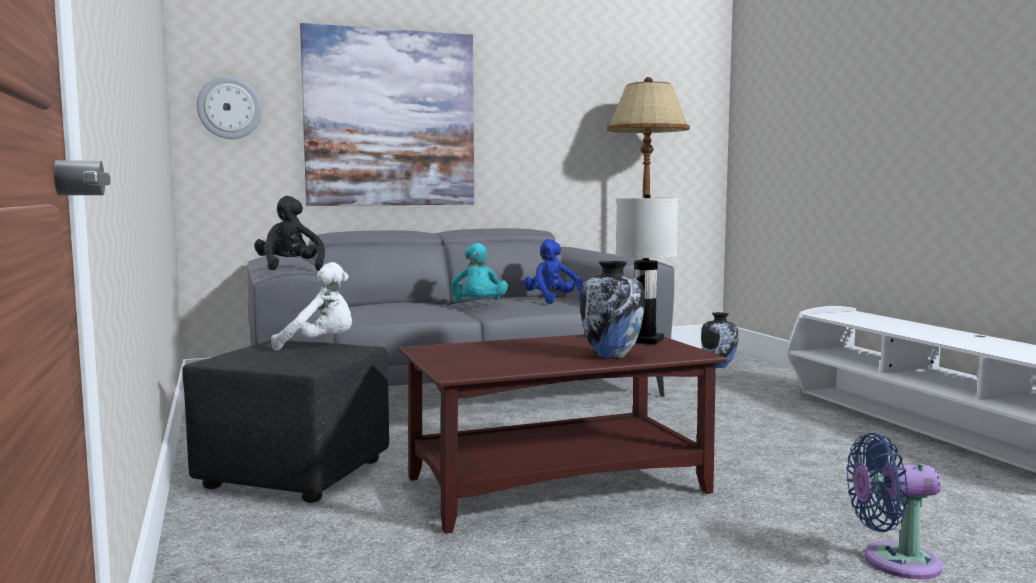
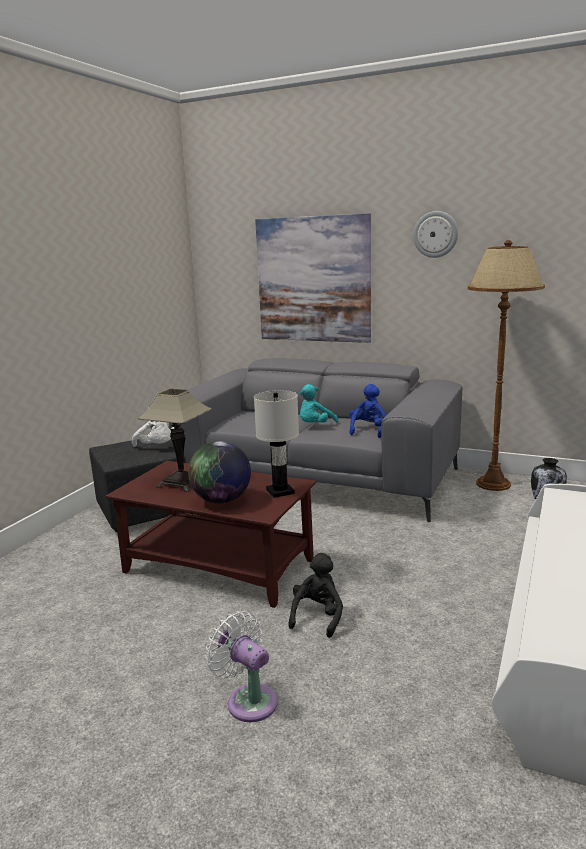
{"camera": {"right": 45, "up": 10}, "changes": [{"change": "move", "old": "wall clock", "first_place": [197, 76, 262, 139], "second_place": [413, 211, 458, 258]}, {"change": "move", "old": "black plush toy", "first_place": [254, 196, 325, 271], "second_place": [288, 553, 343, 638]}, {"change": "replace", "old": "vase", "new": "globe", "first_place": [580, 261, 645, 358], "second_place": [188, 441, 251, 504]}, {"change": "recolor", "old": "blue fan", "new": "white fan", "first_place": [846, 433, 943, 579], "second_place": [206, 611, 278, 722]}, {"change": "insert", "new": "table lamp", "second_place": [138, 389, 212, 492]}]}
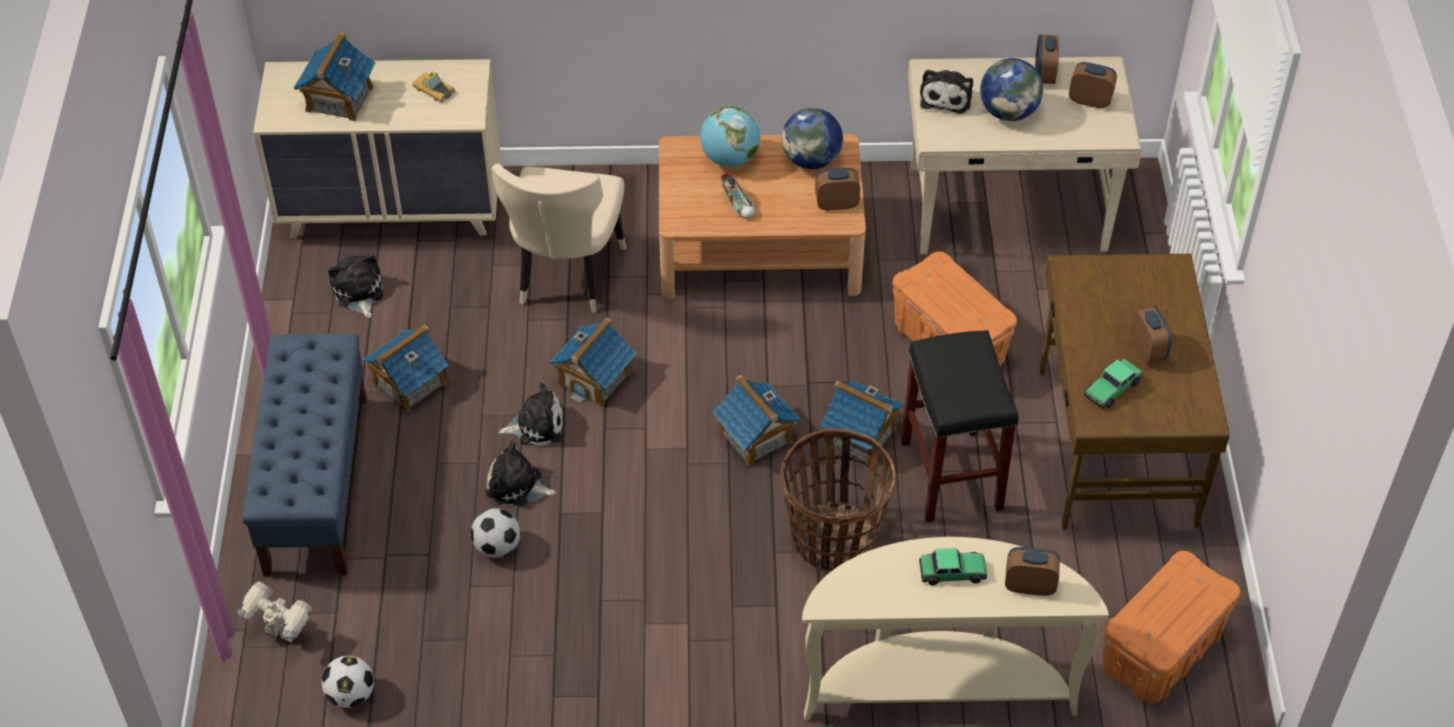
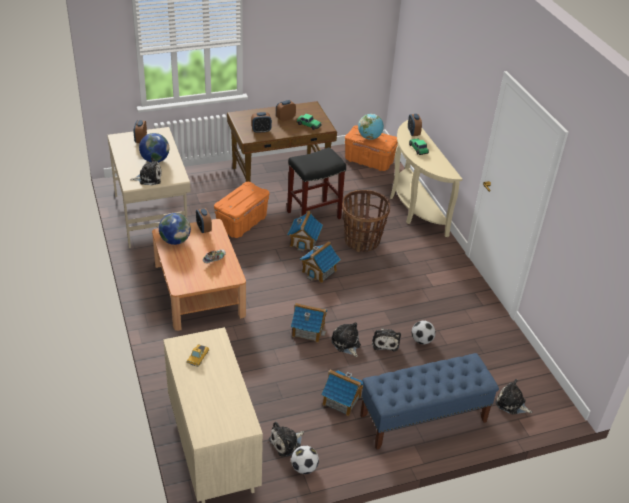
{"camera": {"right": -110, "up": -10}, "changes": [{"change": "delete", "old": "toy house", "first_place": [293, 33, 376, 121]}, {"change": "move", "old": "alarm clock", "first_place": [1035, 35, 1059, 84], "second_place": [251, 112, 272, 133]}, {"change": "move", "old": "globe", "first_place": [700, 106, 760, 167], "second_place": [358, 114, 384, 140]}, {"change": "delete", "old": "beige chair", "first_place": [492, 164, 626, 313]}, {"change": "replace", "old": "toy robot", "new": "plush toy", "first_place": [238, 581, 312, 643], "second_place": [495, 379, 532, 415]}, {"change": "move", "old": "football", "first_place": [322, 656, 374, 708], "second_place": [291, 446, 319, 474]}]}
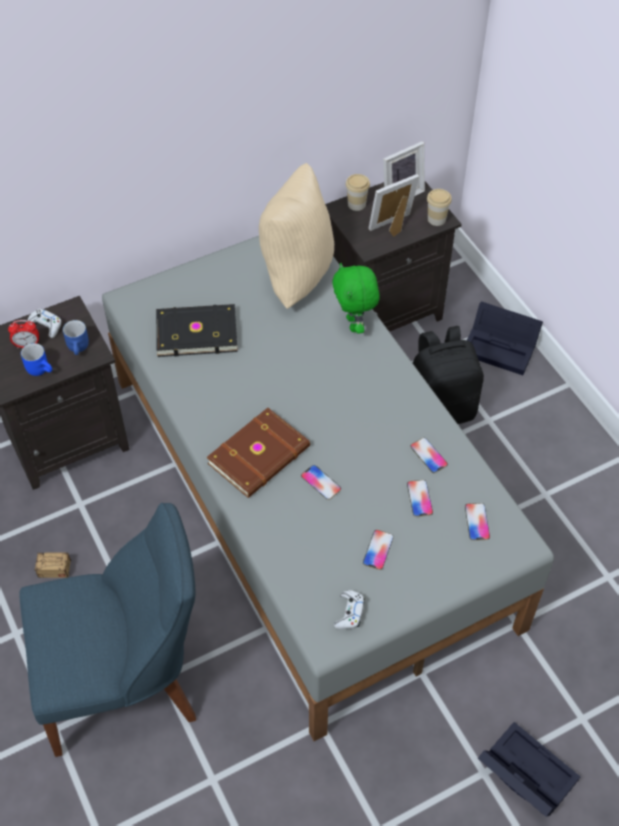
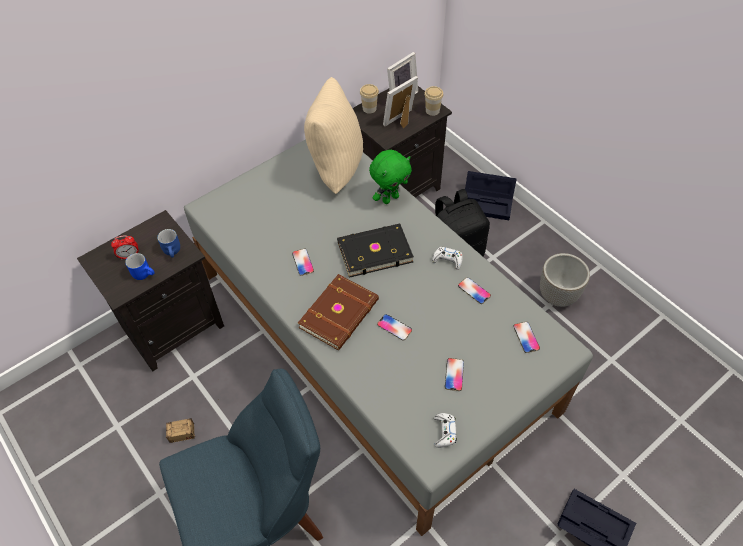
{"camera": {"right": -10, "up": 0}, "changes": [{"change": "rotate", "old": "green plush toy", "first_place": [332, 263, 380, 334], "second_place": [369, 150, 412, 204], "degrees": -105}, {"change": "move", "old": "black book", "first_place": [156, 304, 238, 357], "second_place": [337, 224, 414, 278]}, {"change": "move", "old": "white game controller", "first_place": [27, 309, 62, 338], "second_place": [432, 247, 463, 270]}, {"change": "move", "old": "phone", "first_place": [407, 480, 433, 517], "second_place": [292, 249, 314, 276]}, {"change": "insert", "new": "planter", "second_place": [540, 253, 590, 307]}]}
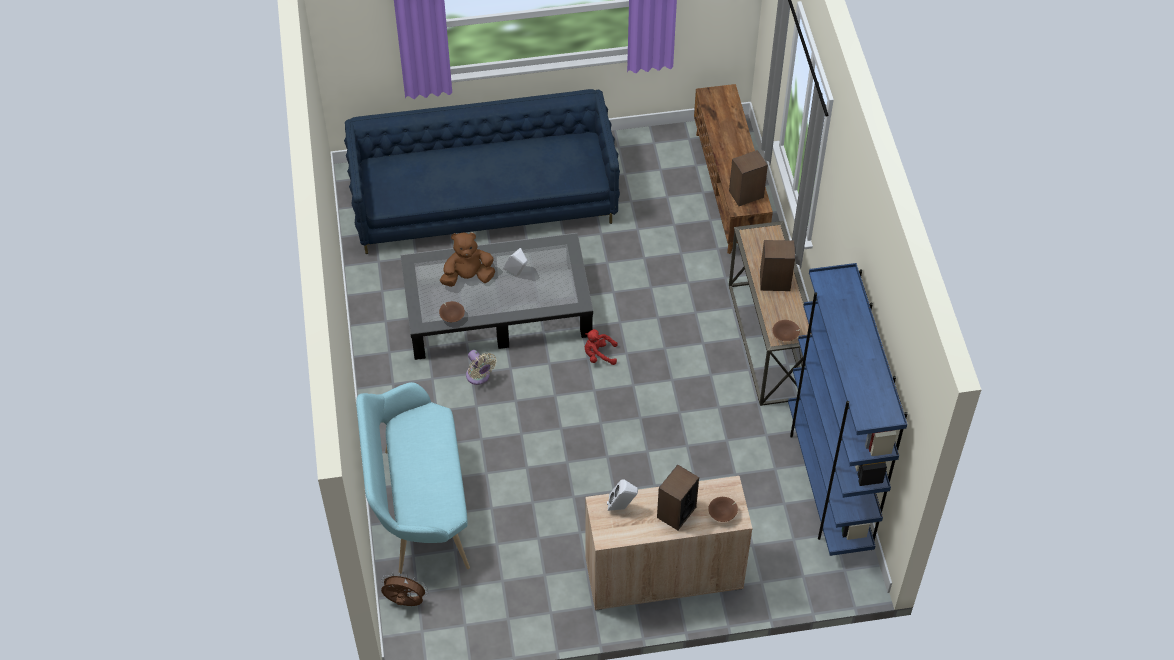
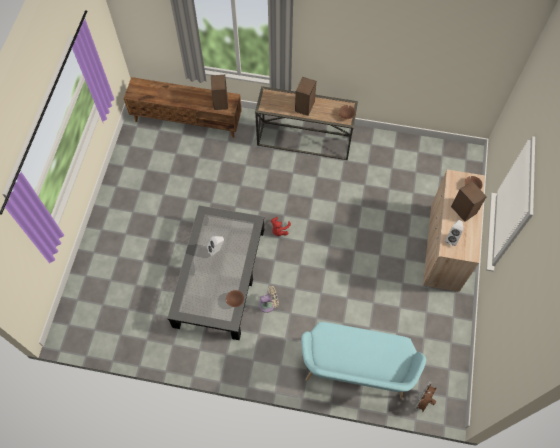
{"camera": {"right": -70, "up": 10}, "changes": [{"change": "delete", "old": "blue sofa", "first_place": [344, 89, 620, 254]}, {"change": "delete", "old": "brown plush toy", "first_place": [440, 232, 495, 287]}, {"change": "delete", "old": "blue bookcase", "first_place": [788, 263, 908, 556]}]}
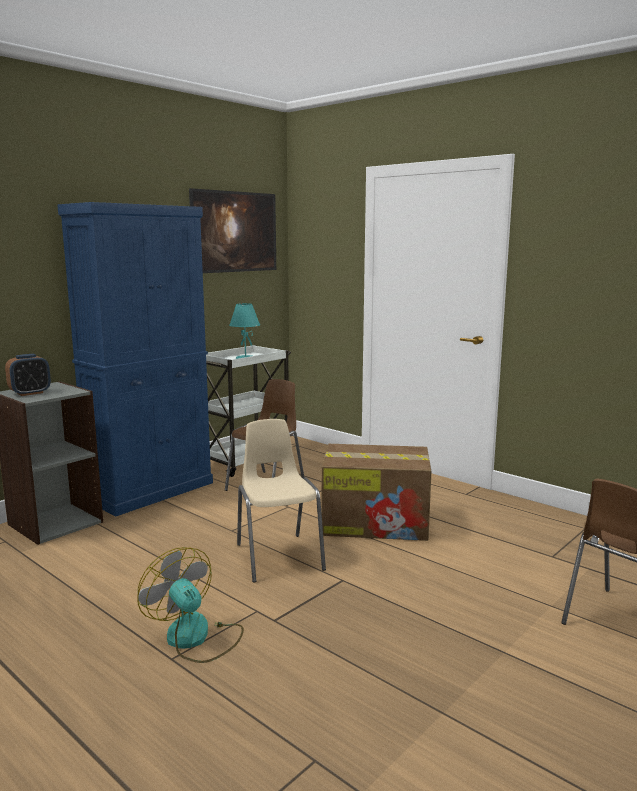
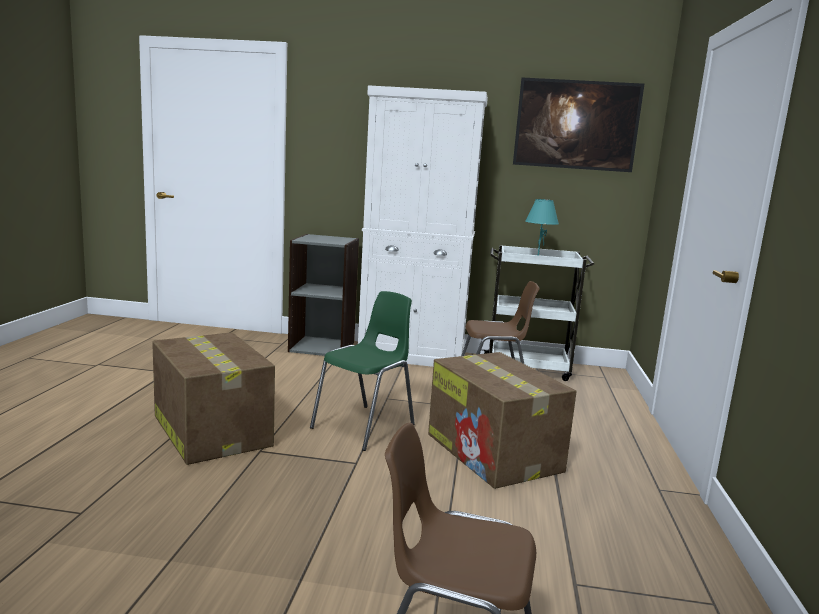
{"camera": {"right": 55, "up": 0}, "changes": [{"change": "recolor", "old": "blue cabinet", "new": "white cabinet", "first_place": [57, 202, 213, 516], "second_place": [358, 85, 488, 367]}, {"change": "delete", "old": "alarm clock", "first_place": [5, 354, 51, 396]}, {"change": "recolor", "old": "beige chair", "new": "green chair", "first_place": [237, 419, 326, 583], "second_place": [310, 291, 415, 451]}, {"change": "replace", "old": "fan", "new": "cardboard box", "first_place": [138, 547, 244, 663], "second_place": [152, 332, 275, 465]}]}
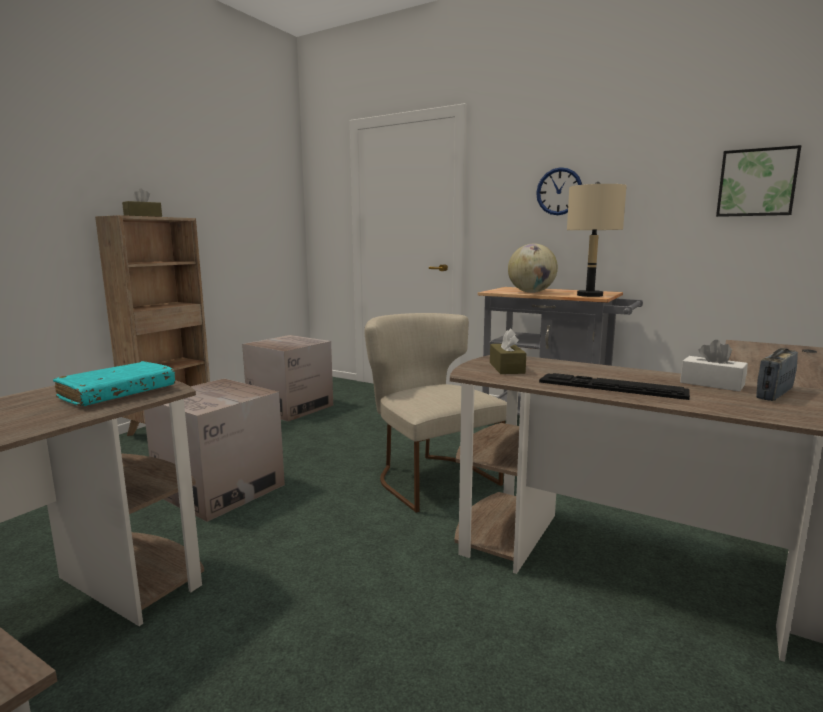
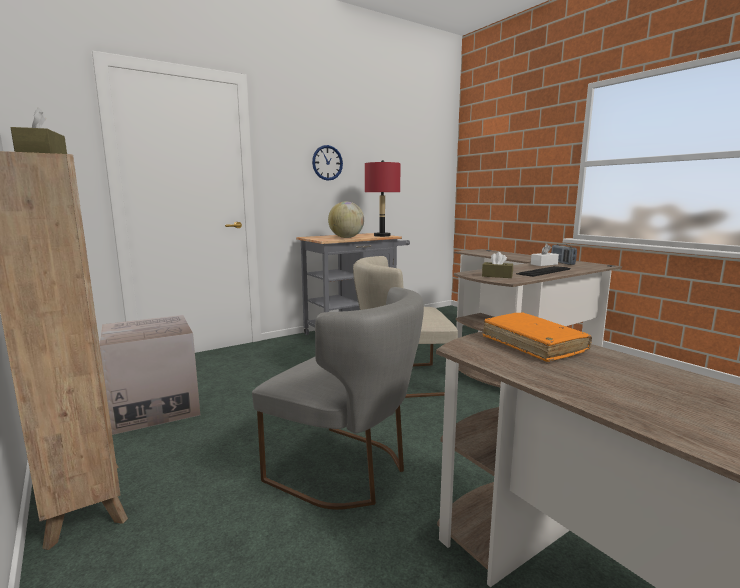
{"camera": {"right": -65, "up": 0}, "changes": [{"change": "delete", "old": "picture", "first_place": [716, 145, 801, 217]}, {"change": "recolor", "old": "beige table lamp", "new": "red table lamp", "first_place": [567, 182, 627, 297], "second_place": [365, 160, 401, 237]}, {"change": "recolor", "old": "turquoise book", "new": "orange book", "first_place": [53, 361, 175, 406], "second_place": [483, 312, 592, 362]}, {"change": "replace", "old": "cardboard box", "new": "grey chair", "first_place": [144, 379, 285, 522], "second_place": [252, 287, 424, 510]}]}
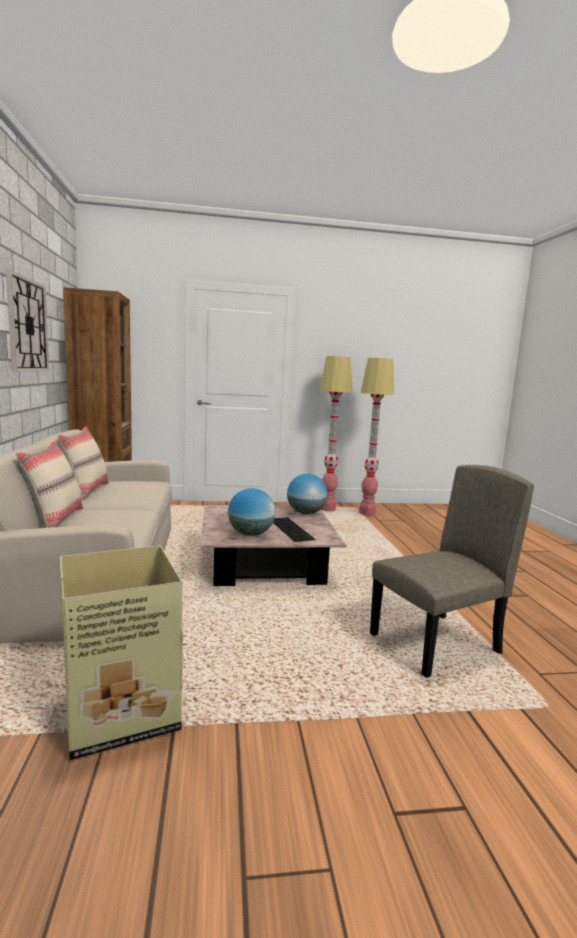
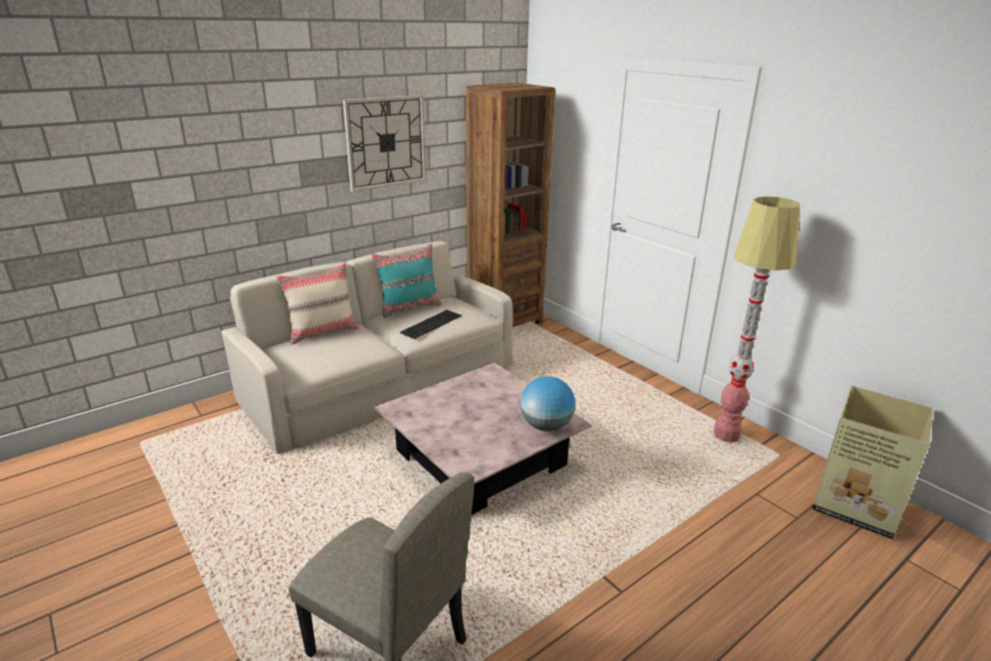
{"camera": {"right": 60, "up": 15}, "changes": [{"change": "delete", "old": "floor lamp", "first_place": [359, 358, 394, 516]}, {"change": "recolor", "old": "beige pillow", "new": "turquoise pillow", "first_place": [57, 427, 109, 499], "second_place": [372, 244, 442, 318]}, {"change": "delete", "old": "globe", "first_place": [228, 488, 275, 536]}, {"change": "move", "old": "keyboard", "first_place": [273, 517, 315, 542], "second_place": [400, 310, 462, 339]}, {"change": "move", "old": "cardboard box", "first_place": [60, 545, 183, 761], "second_place": [812, 385, 933, 539]}]}
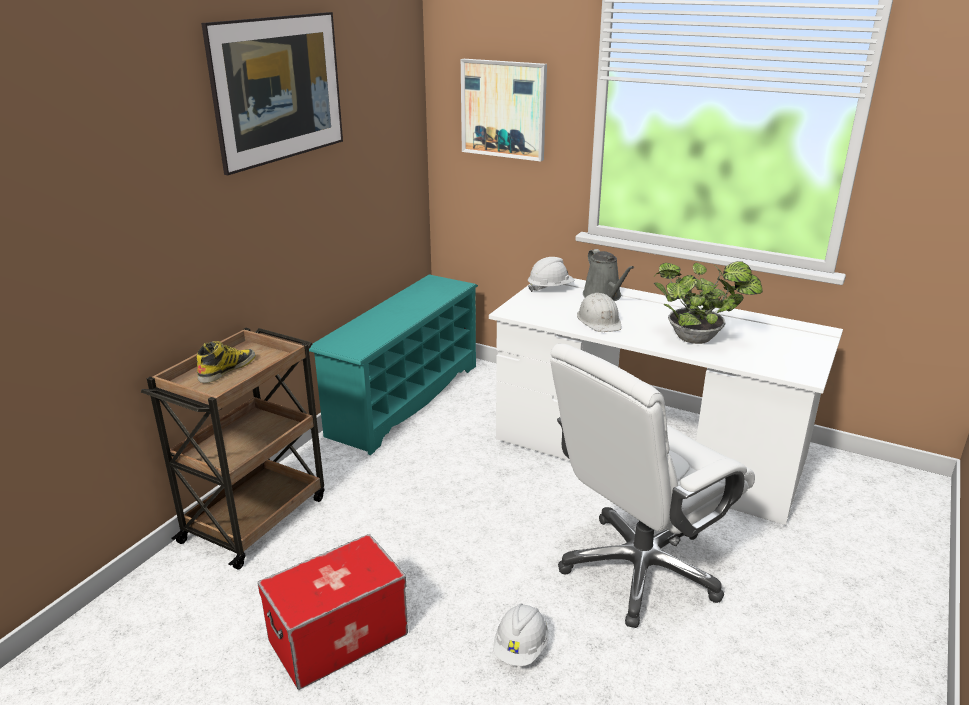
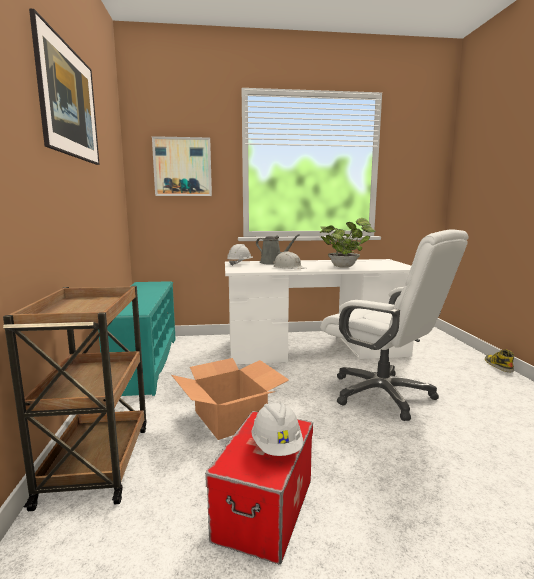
{"camera": {"right": -35, "up": -15}, "changes": [{"change": "move", "old": "boot", "first_place": [196, 341, 256, 383], "second_place": [485, 349, 514, 372]}, {"change": "rotate", "old": "white office chair", "first_place": [550, 344, 755, 628], "second_place": [321, 229, 469, 421], "degrees": -60}, {"change": "move", "old": "white hard hat", "first_place": [493, 604, 549, 666], "second_place": [251, 402, 303, 456]}, {"change": "insert", "new": "cardboard box", "second_place": [171, 358, 289, 440]}]}
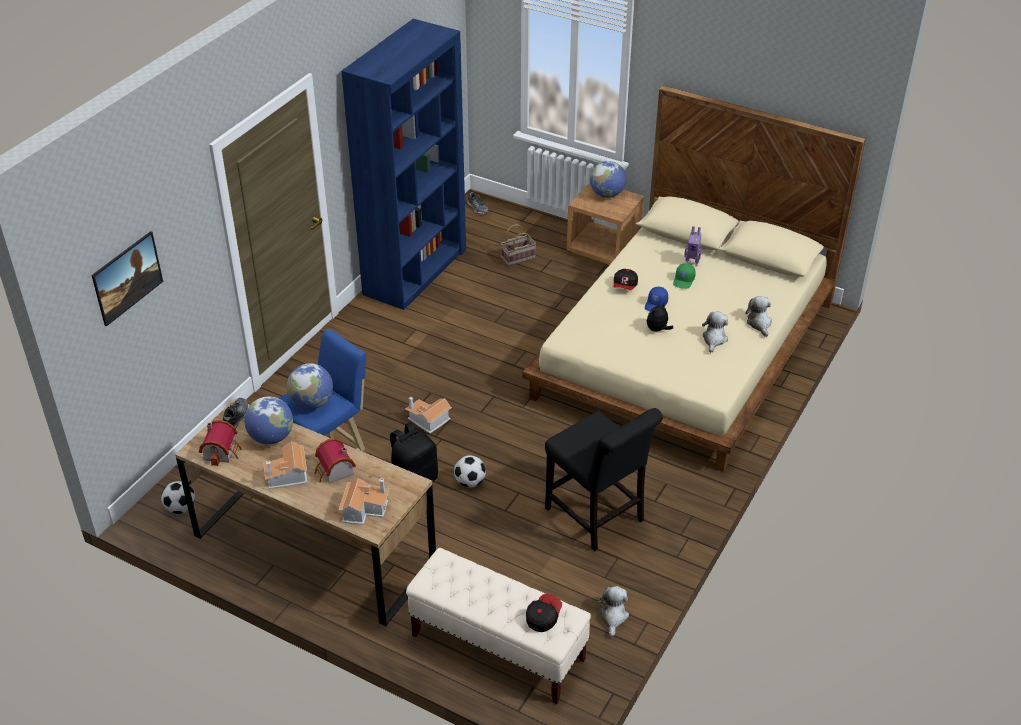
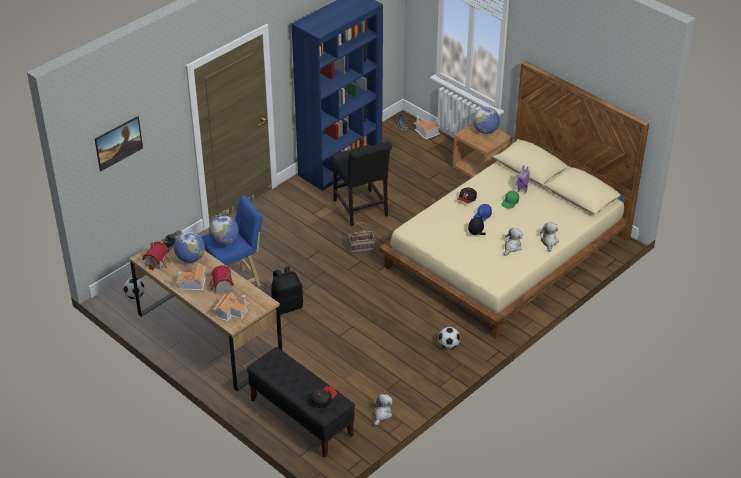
{"camera": {"right": 15, "up": 0}, "changes": [{"change": "move", "old": "basket", "first_place": [501, 224, 536, 266], "second_place": [348, 222, 375, 253]}, {"change": "move", "old": "toy house", "first_place": [405, 397, 452, 434], "second_place": [414, 116, 442, 139]}, {"change": "move", "old": "black chair", "first_place": [545, 408, 663, 552], "second_place": [331, 141, 392, 226]}, {"change": "move", "old": "football", "first_place": [454, 455, 486, 488], "second_place": [438, 327, 460, 349]}, {"change": "recolor", "old": "beige bench", "new": "black bench", "first_place": [406, 548, 591, 704], "second_place": [247, 347, 355, 457]}]}
